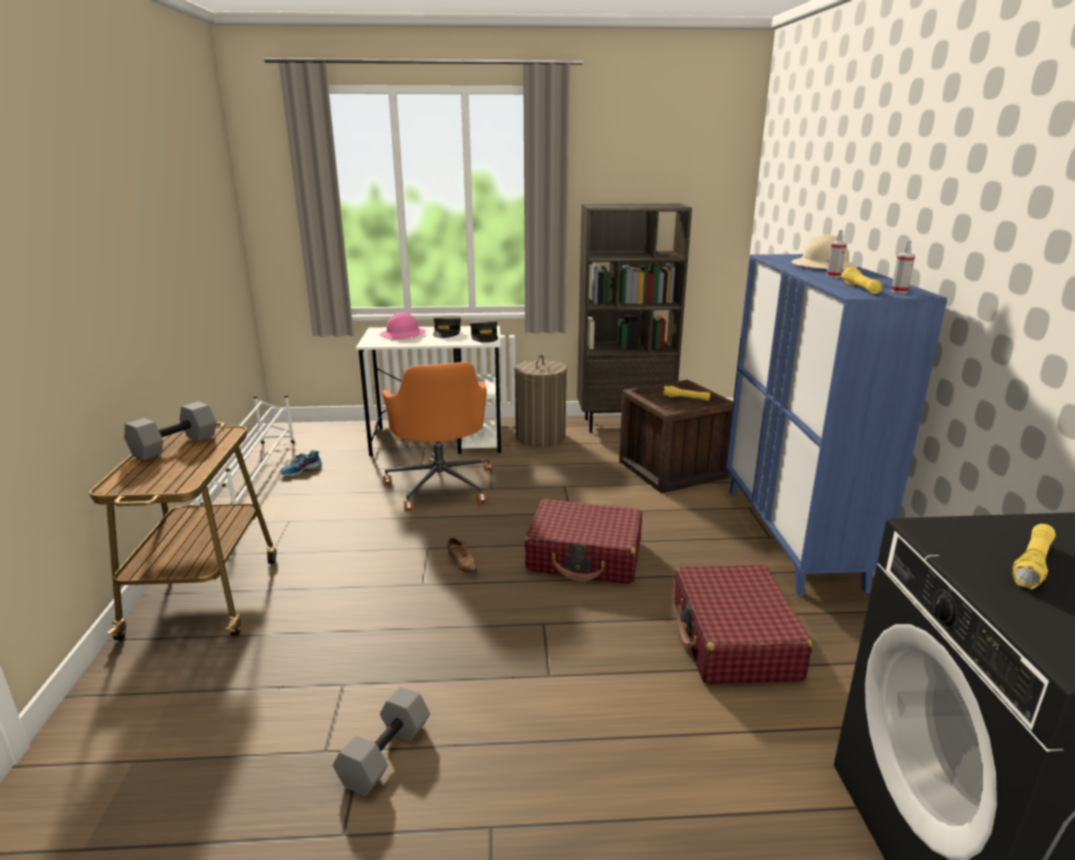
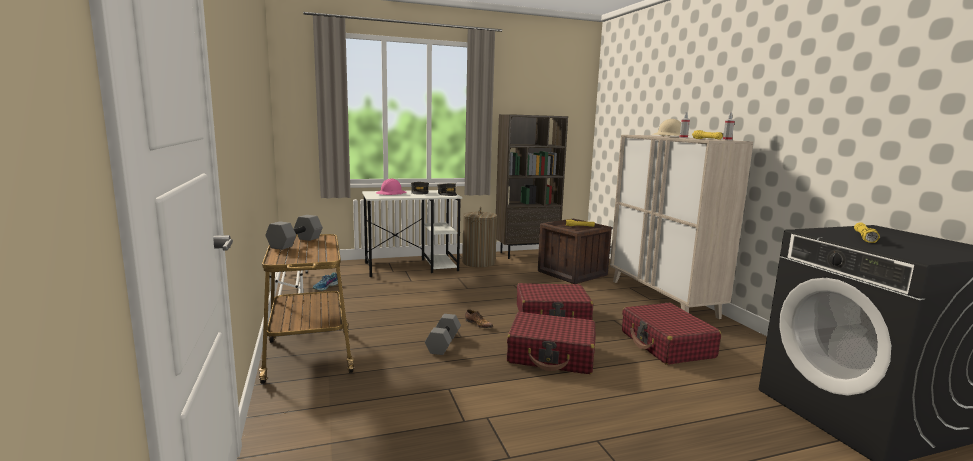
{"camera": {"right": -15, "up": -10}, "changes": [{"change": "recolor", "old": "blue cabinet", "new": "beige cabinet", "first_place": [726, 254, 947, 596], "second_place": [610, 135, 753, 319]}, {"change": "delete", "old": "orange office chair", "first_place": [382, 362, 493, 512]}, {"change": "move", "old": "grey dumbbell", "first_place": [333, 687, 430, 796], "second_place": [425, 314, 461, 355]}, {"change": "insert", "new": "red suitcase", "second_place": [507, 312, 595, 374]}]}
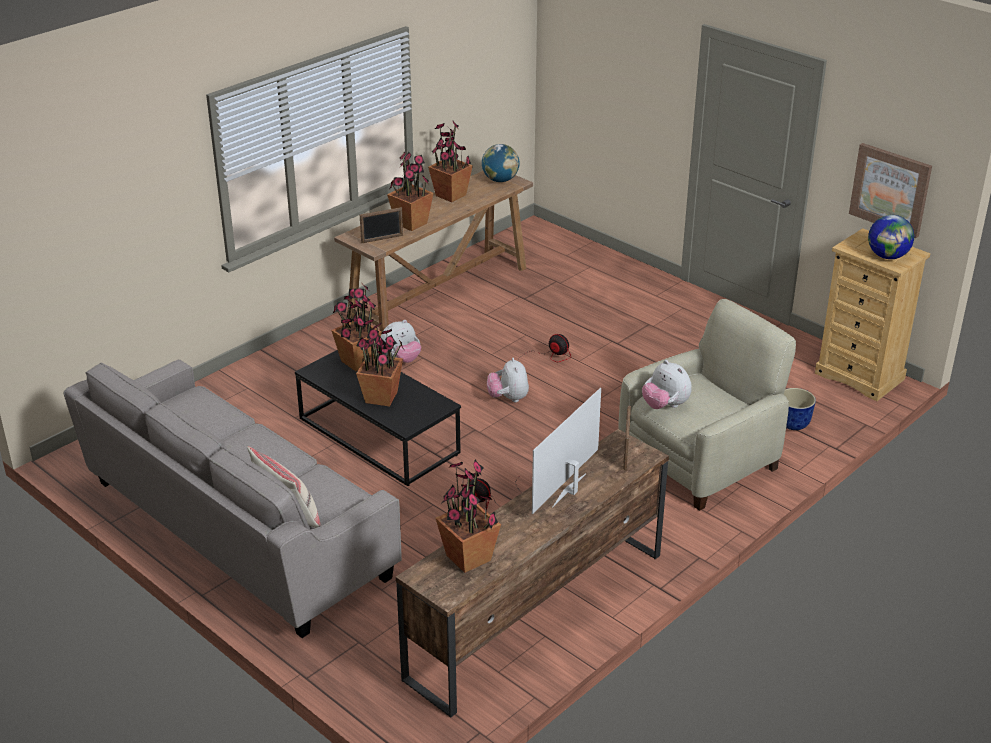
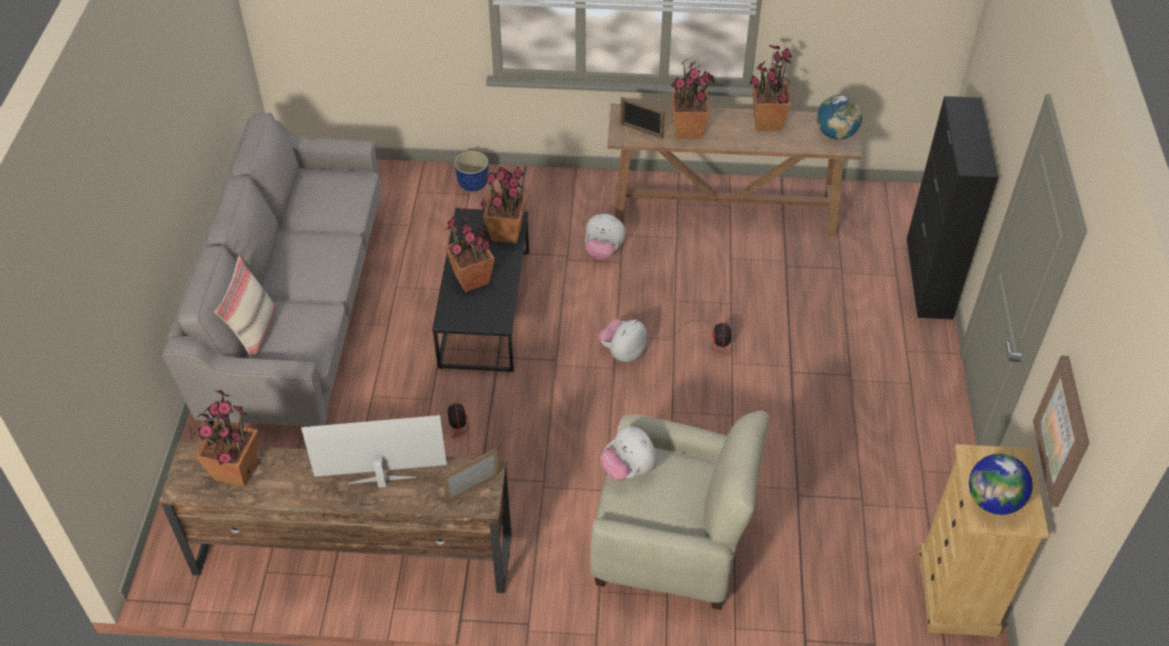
{"camera": {"right": 50, "up": 15}, "changes": [{"change": "rotate", "old": "plush toy", "first_place": [642, 360, 692, 409], "second_place": [600, 426, 657, 481], "degrees": -45}, {"change": "move", "old": "planter", "first_place": [784, 388, 816, 430], "second_place": [454, 151, 489, 191]}, {"change": "insert", "new": "black cabinet", "second_place": [907, 96, 999, 319]}]}
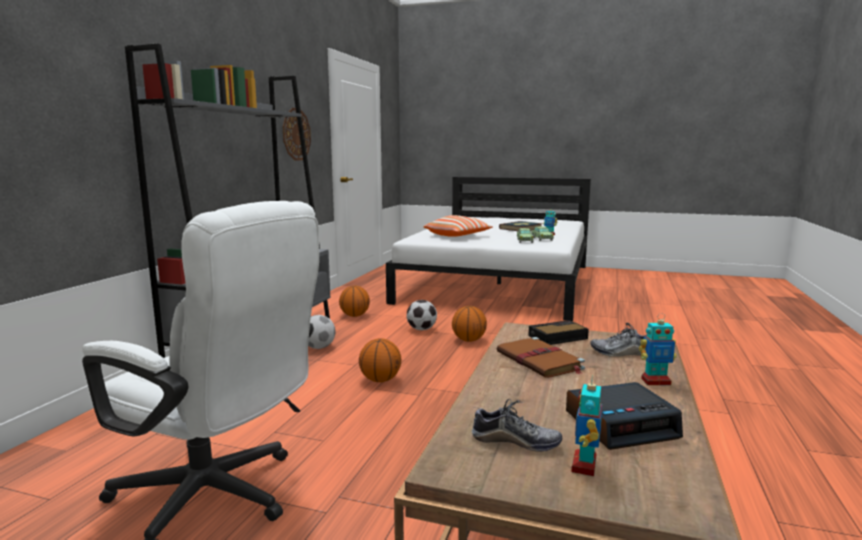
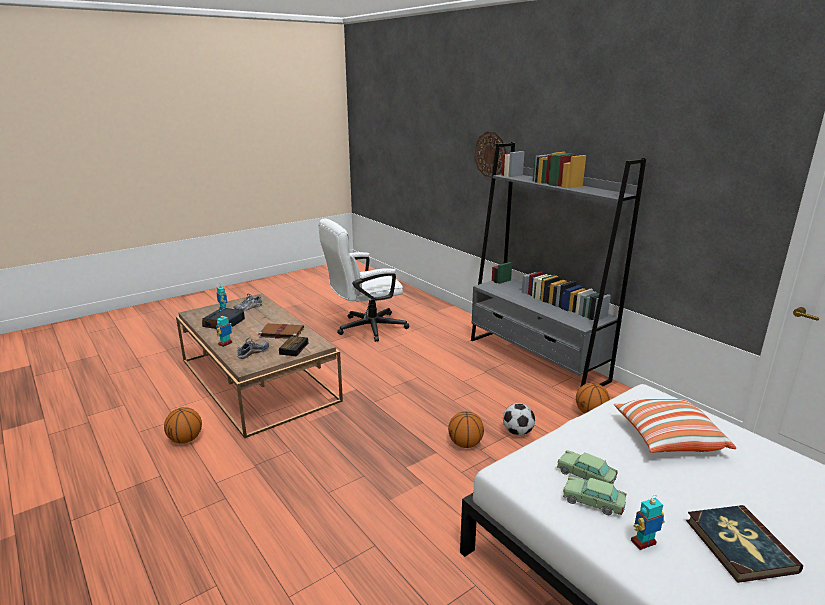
{"camera": {"right": 125, "up": 10}, "changes": [{"change": "move", "old": "wall clock", "first_place": [283, 108, 311, 161], "second_place": [474, 131, 507, 178]}, {"change": "delete", "old": "football", "first_place": [308, 315, 336, 349]}, {"change": "move", "old": "basketball", "first_place": [359, 338, 401, 382], "second_place": [164, 407, 202, 444]}]}
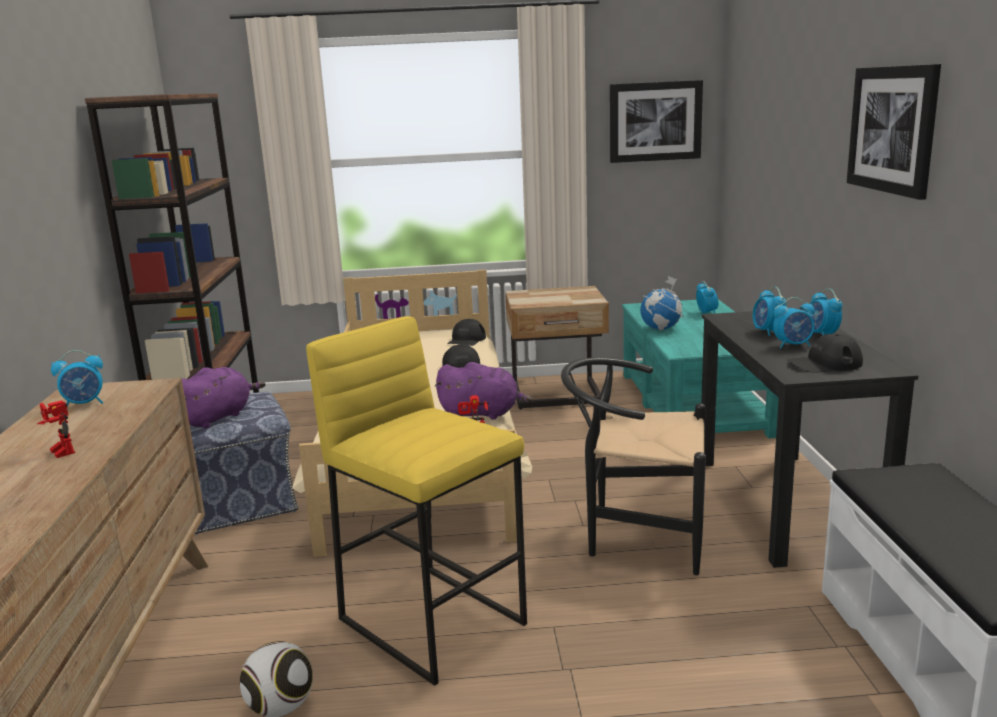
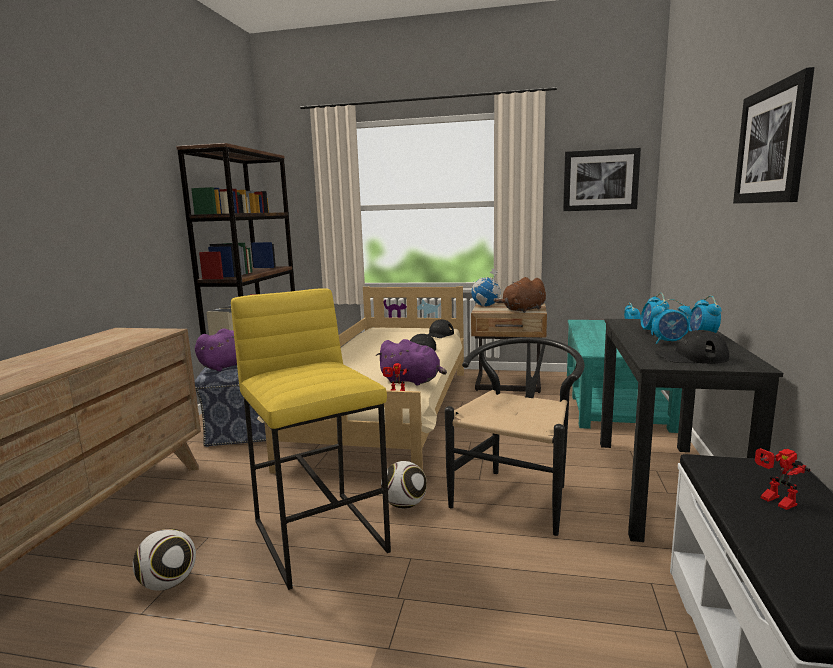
{"camera": {"right": 15, "up": -5}, "changes": [{"change": "move", "old": "globe", "first_place": [640, 276, 684, 331], "second_place": [471, 269, 501, 307]}, {"change": "delete", "old": "alarm clock", "first_place": [51, 350, 103, 407]}, {"change": "rotate", "old": "black chair", "first_place": [561, 357, 706, 575], "second_place": [445, 337, 584, 536], "degrees": 90}, {"change": "move", "old": "toy robot", "first_place": [37, 400, 75, 458], "second_place": [755, 448, 810, 510]}, {"change": "insert", "new": "brown plush toy", "second_place": [493, 277, 546, 313]}, {"change": "insert", "new": "football", "second_place": [381, 461, 427, 509]}]}
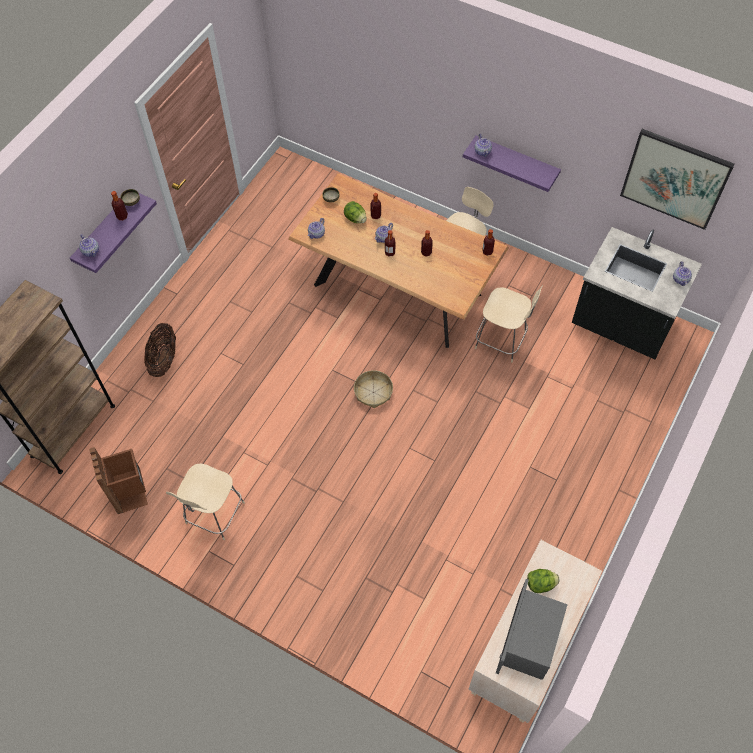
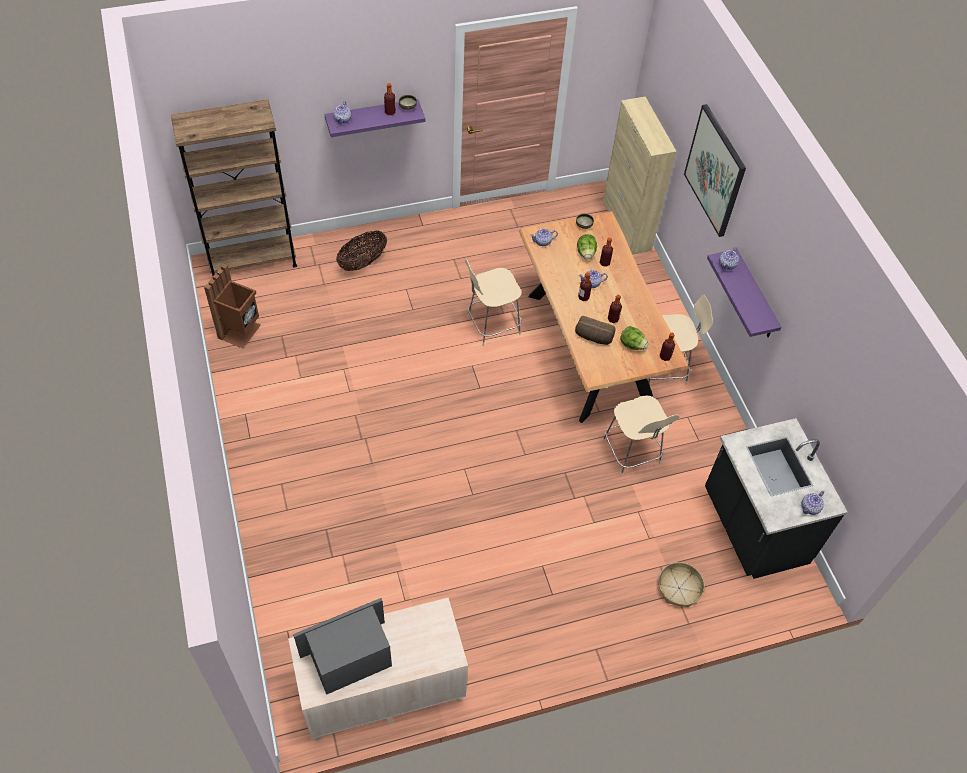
{"camera": {"right": 40, "up": -5}, "changes": [{"change": "move", "old": "picture", "first_place": [620, 129, 735, 230], "second_place": [684, 104, 746, 237]}, {"change": "move", "old": "basket", "first_place": [354, 370, 393, 408], "second_place": [658, 562, 705, 607]}, {"change": "move", "old": "beige chair", "first_place": [166, 464, 245, 540], "second_place": [465, 259, 522, 346]}, {"change": "move", "old": "lettuce", "first_place": [527, 569, 560, 593], "second_place": [620, 326, 648, 350]}, {"change": "insert", "new": "beige cabinet", "second_place": [603, 97, 677, 255]}, {"change": "insert", "new": "bread", "second_place": [575, 316, 615, 345]}]}
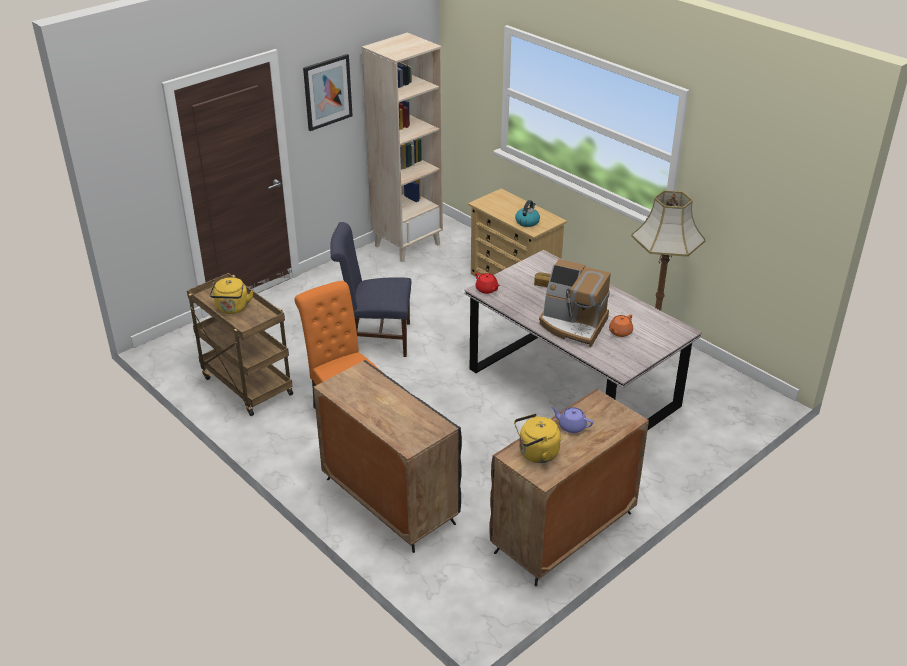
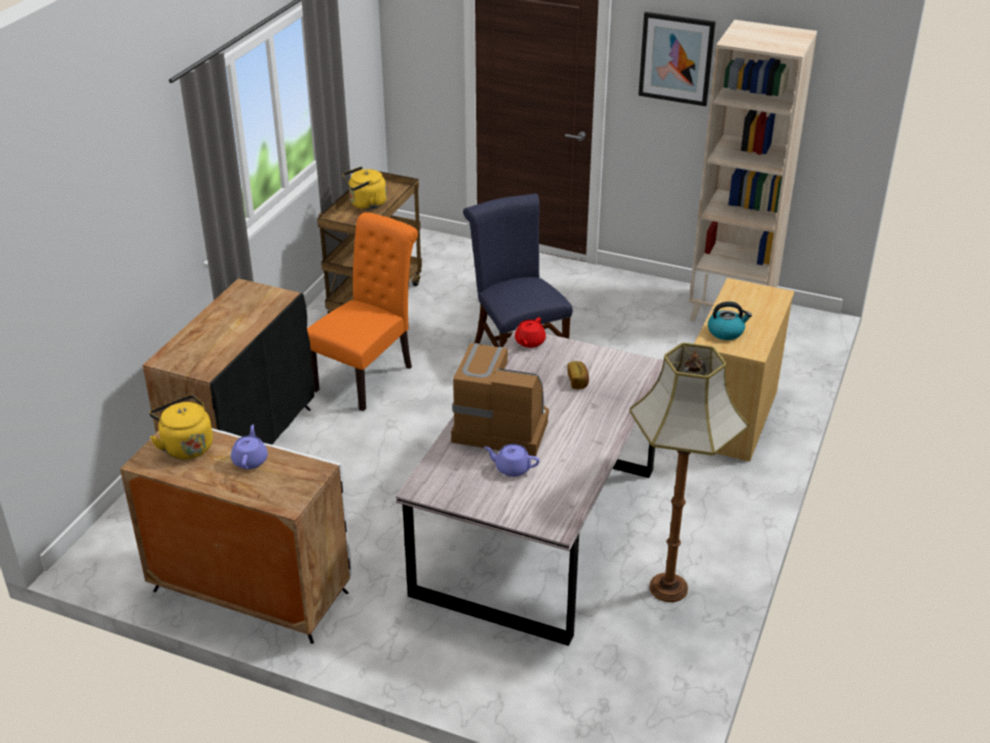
{"camera": {"right": 65, "up": 0}, "changes": [{"change": "rotate", "old": "coffee machine", "first_place": [539, 259, 611, 347], "second_place": [451, 343, 549, 456], "degrees": 105}, {"change": "recolor", "old": "orange teapot", "new": "purple teapot", "first_place": [609, 314, 633, 337], "second_place": [484, 444, 540, 477]}, {"change": "recolor", "old": "brown cabinet", "new": "white cabinet", "first_place": [489, 388, 649, 586], "second_place": [120, 428, 352, 644]}]}
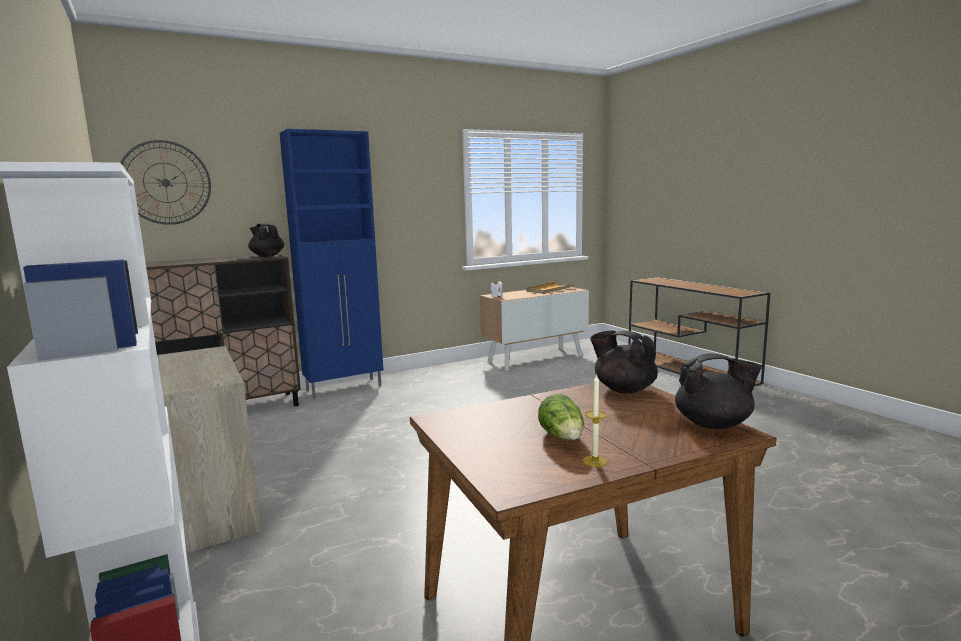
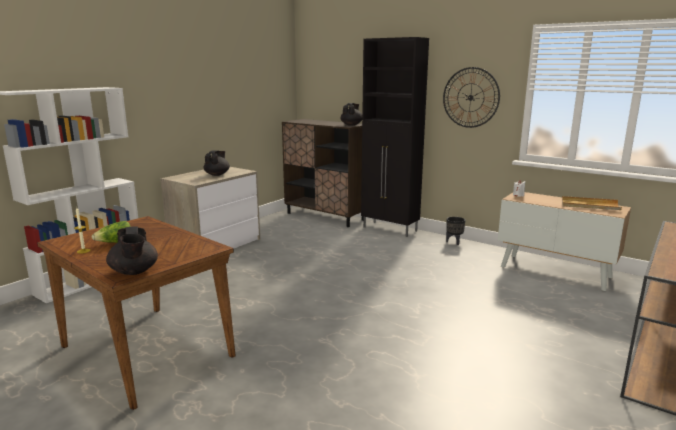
{"camera": {"right": 65, "up": 5}, "changes": [{"change": "recolor", "old": "blue cabinet", "new": "black cabinet", "first_place": [280, 129, 383, 399], "second_place": [361, 37, 429, 237]}, {"change": "move", "old": "wall clock", "first_place": [120, 140, 211, 225], "second_place": [443, 67, 500, 128]}, {"change": "move", "old": "black teapot", "first_place": [590, 331, 658, 393], "second_place": [204, 150, 230, 176]}, {"change": "insert", "new": "black planter", "second_place": [446, 217, 465, 245]}]}
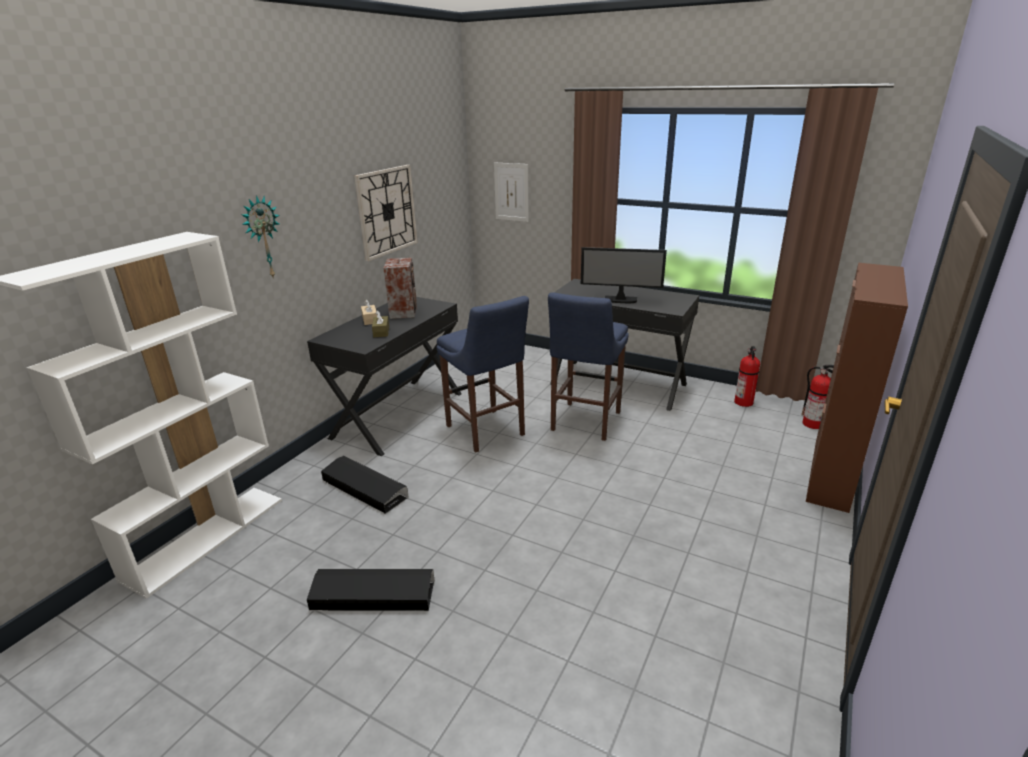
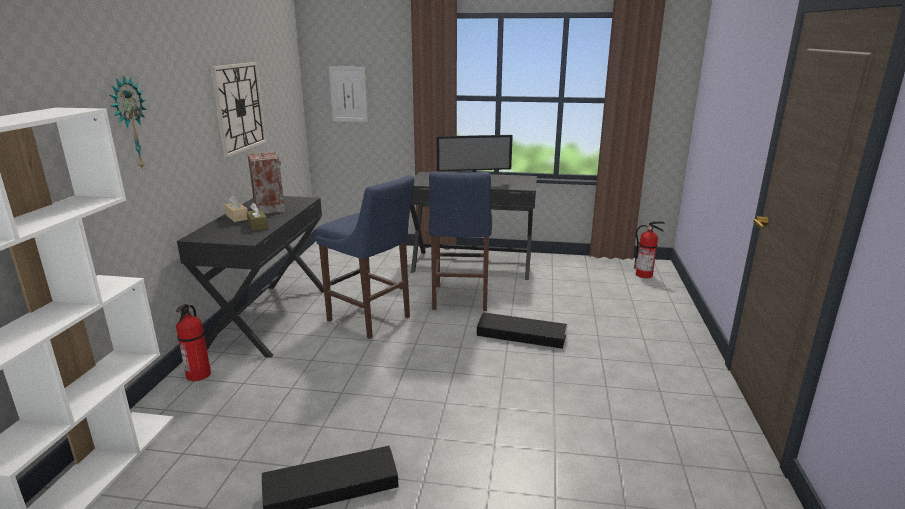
{"camera": {"right": -20, "up": -5}, "changes": [{"change": "delete", "old": "brown cabinet", "first_place": [806, 263, 908, 513]}, {"change": "move", "old": "fire extinguisher", "first_place": [734, 346, 760, 407], "second_place": [176, 304, 211, 381]}, {"change": "move", "old": "black storage box", "first_place": [321, 456, 408, 514], "second_place": [477, 312, 567, 349]}]}
